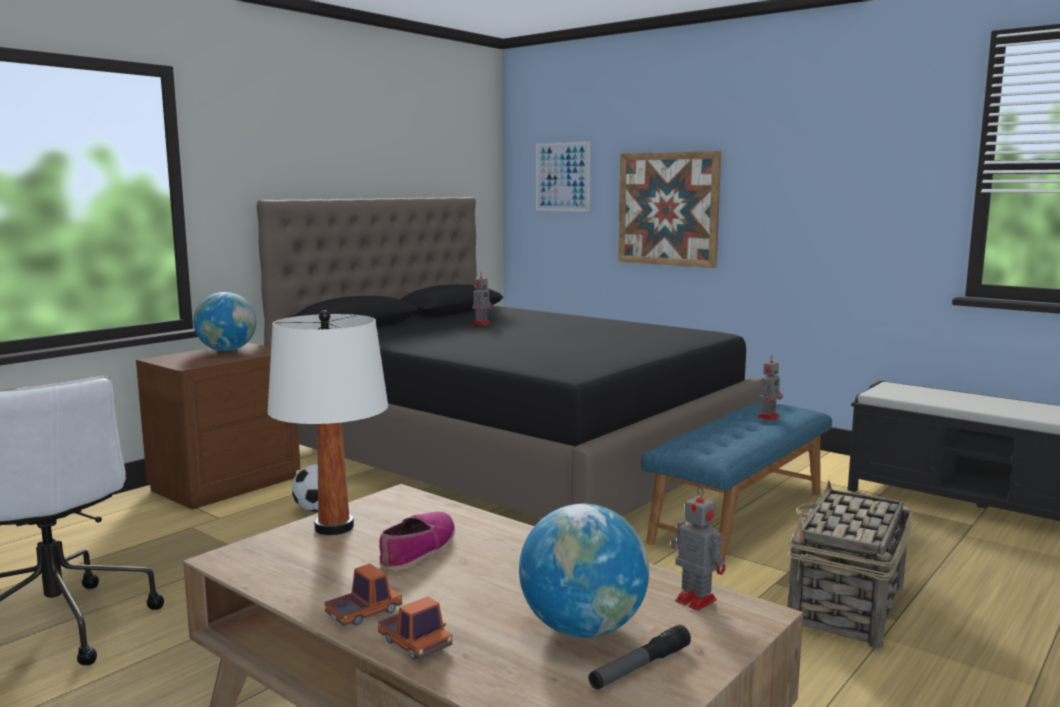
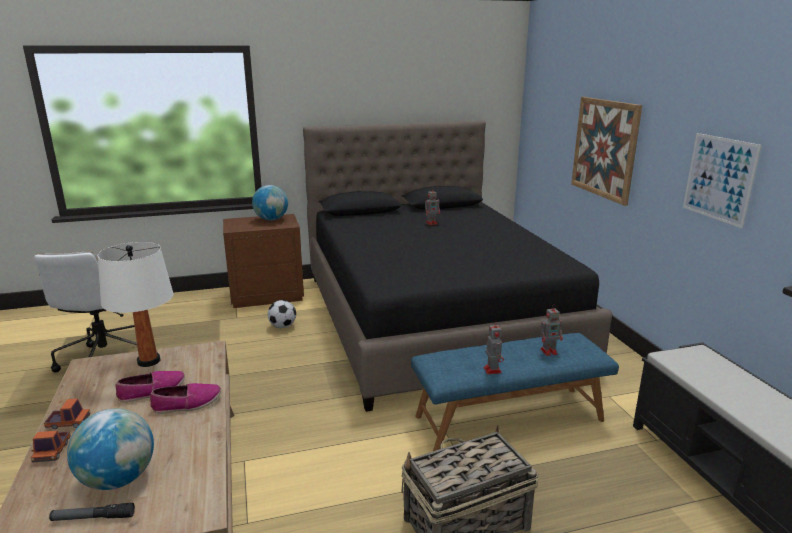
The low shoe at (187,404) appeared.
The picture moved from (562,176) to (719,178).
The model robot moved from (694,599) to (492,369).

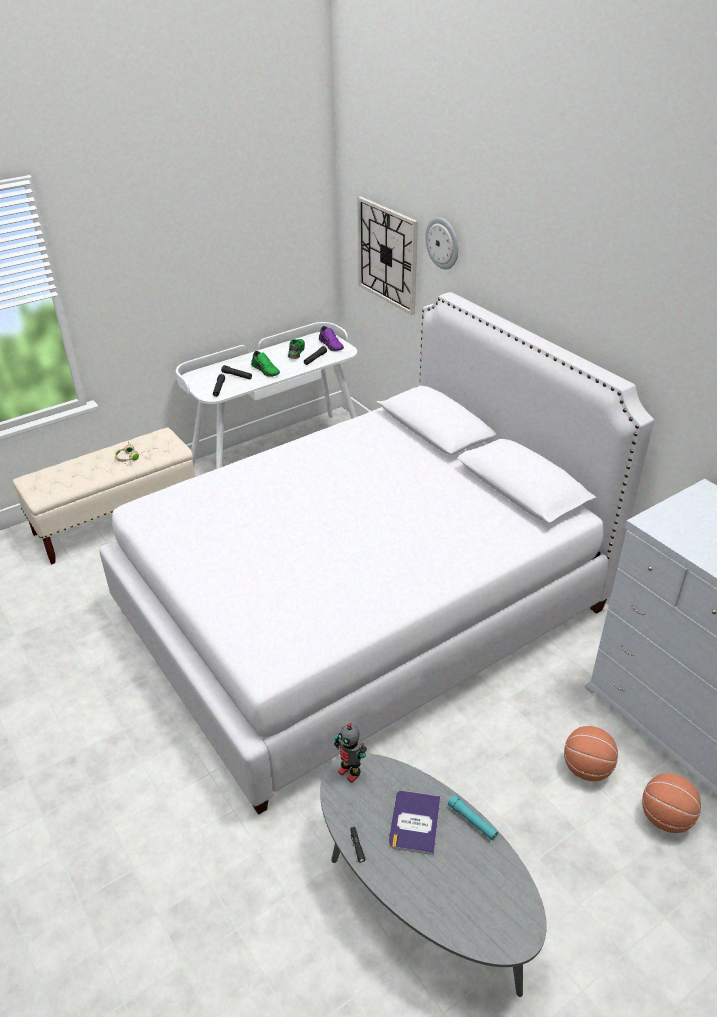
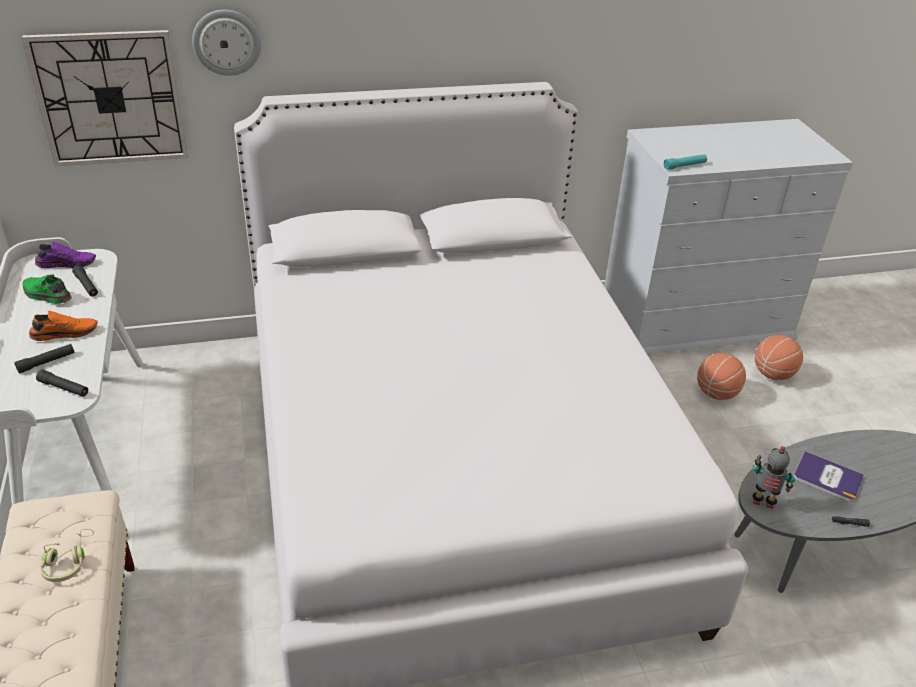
The torch (turquoise) moved from (472,821) to (684,166).
The low shoe (greenish) at (266,370) became the low shoe (orange) at (65,333).
The model robot at (350,772) turned 135 degrees counterclockwise.

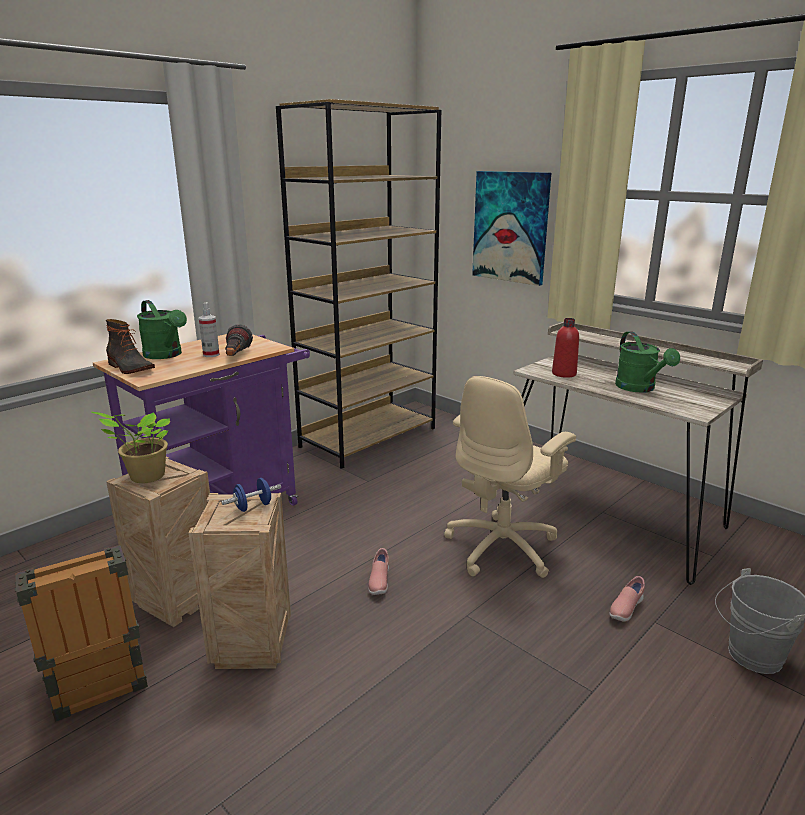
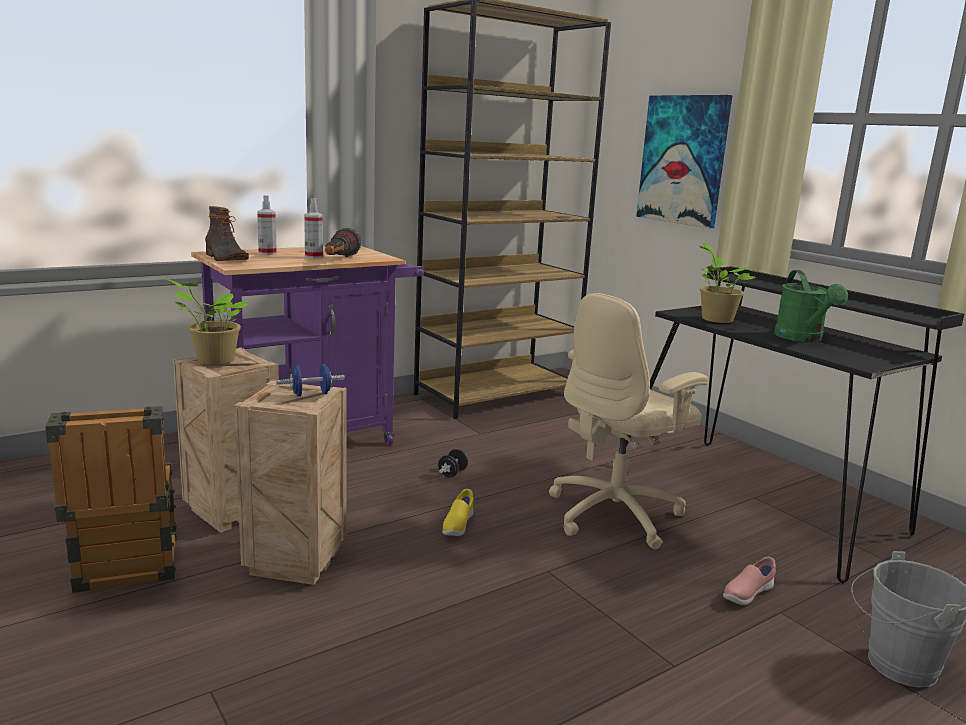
The hand weight (blackish) at (452,473) appeared.
The sprinkling can (greenish) at (166,355) was replaced by the sprayer at (267,253).
The bottle (red) at (564,374) was replaced by the plant in a pot at (715,319).
The low shoe (pinkish) at (379,582) became the low shoe (yellow-coloured) at (457,526).
The desk table (beige) at (608,512) became the desk table (blackish) at (761,498).

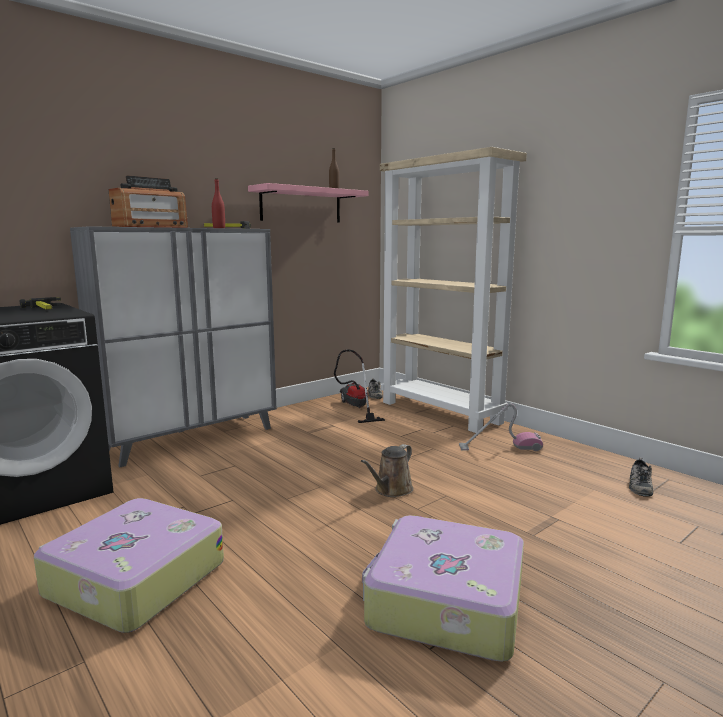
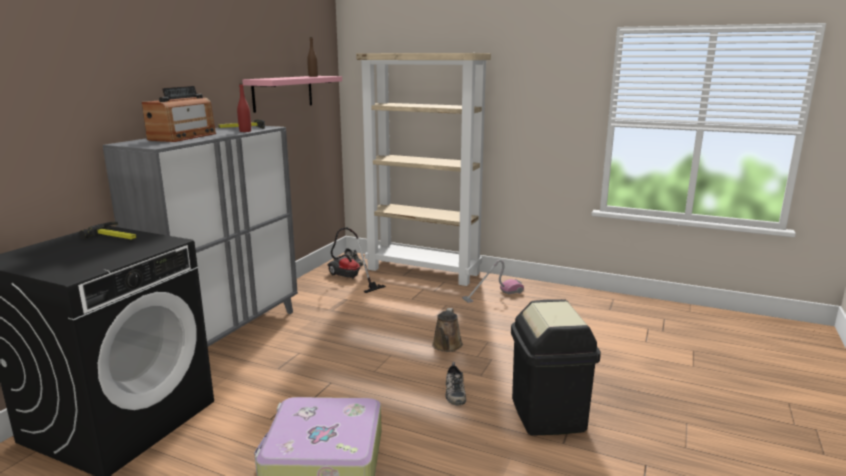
The low shoe moved from (639,485) to (454,392).
The suitcase at (444,602) was replaced by the trash can (blackish) at (548,414).

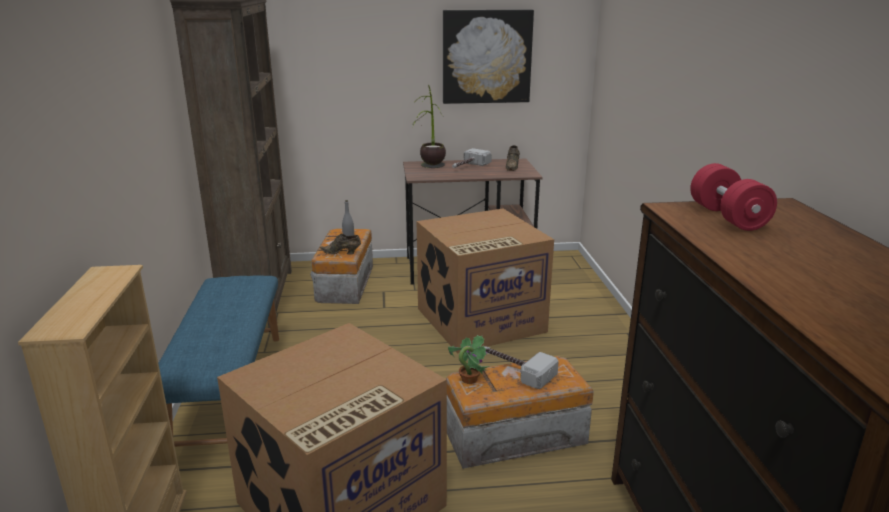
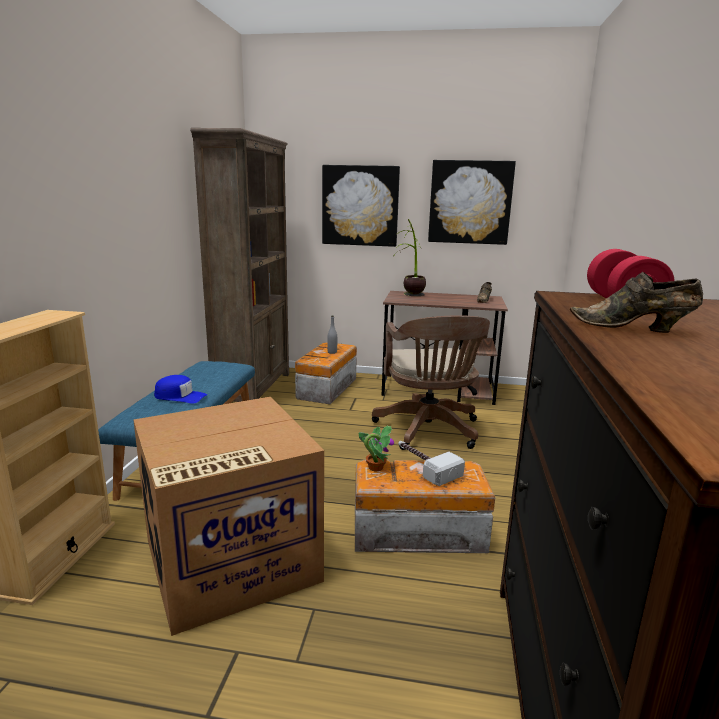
The tool hammer at (467,167) disappeared.
The cap (blue-coloured) at (180,396) appeared.
The picture at (360,206) appeared.
The low shoe (brown-coloured) moved from (342,253) to (634,328).
The cardboard box at (480,321) was replaced by the desk chair (brown-coloured) at (429,431).

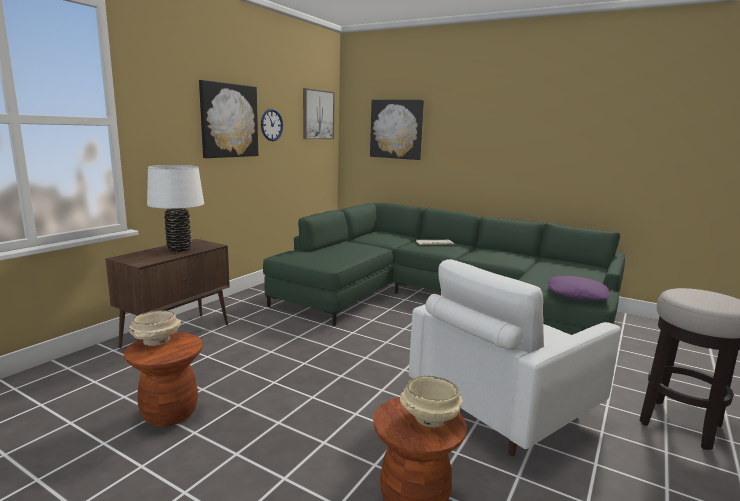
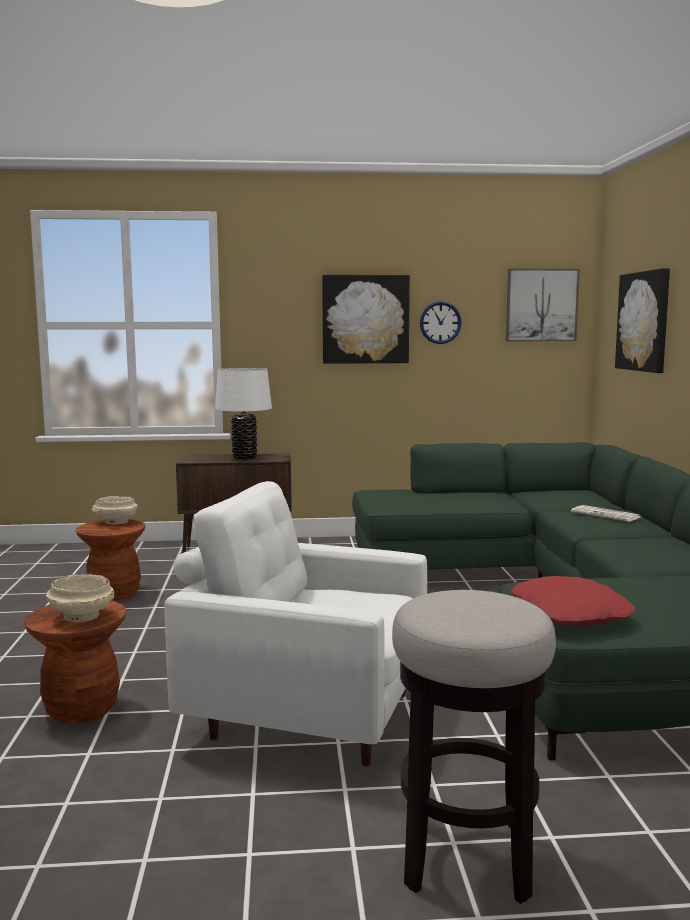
The cushion (purplish) at (577,294) became the cushion (red) at (571,613).

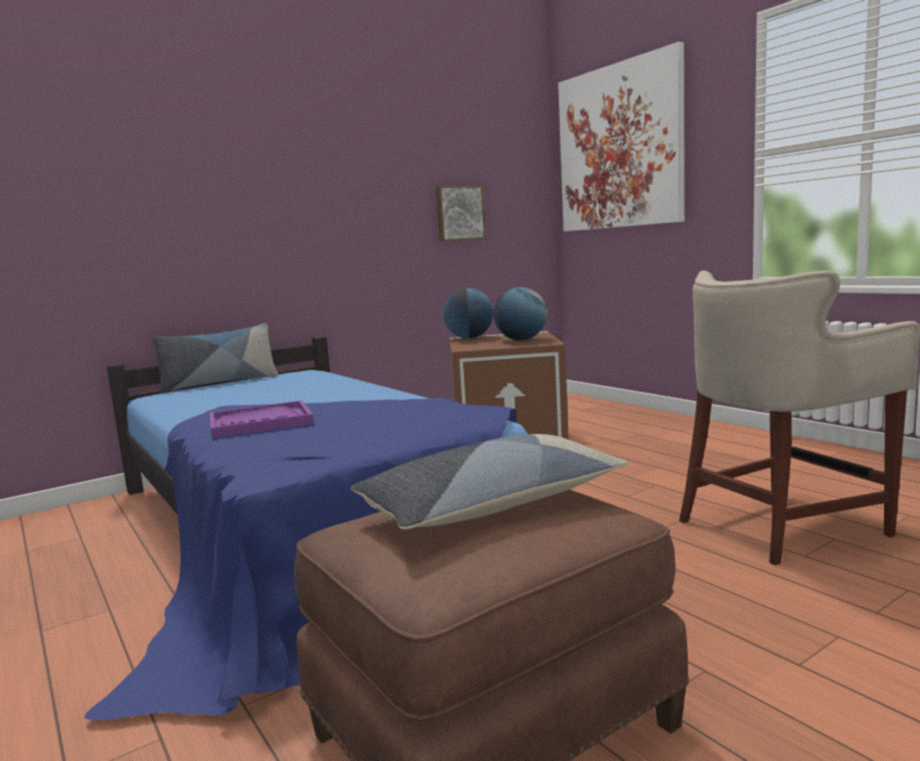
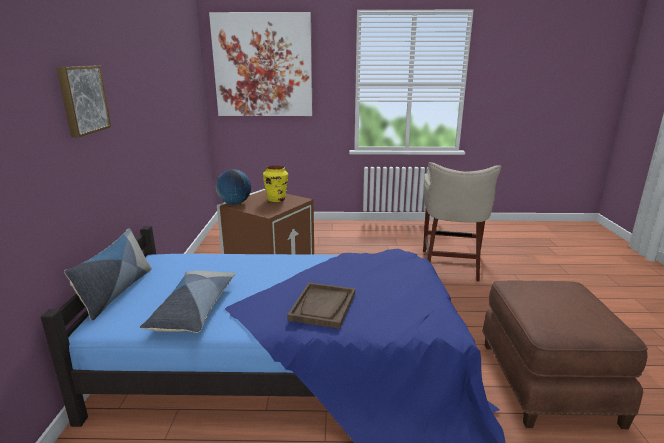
The cushion moved from (491,504) to (193,309).
The picture moved from (459,213) to (82,99).
The desk globe at (521,340) was replaced by the vase (yellow-coloured) at (276,199).
The serving tray (purplish) at (260,422) became the serving tray (brown-coloured) at (323,306).

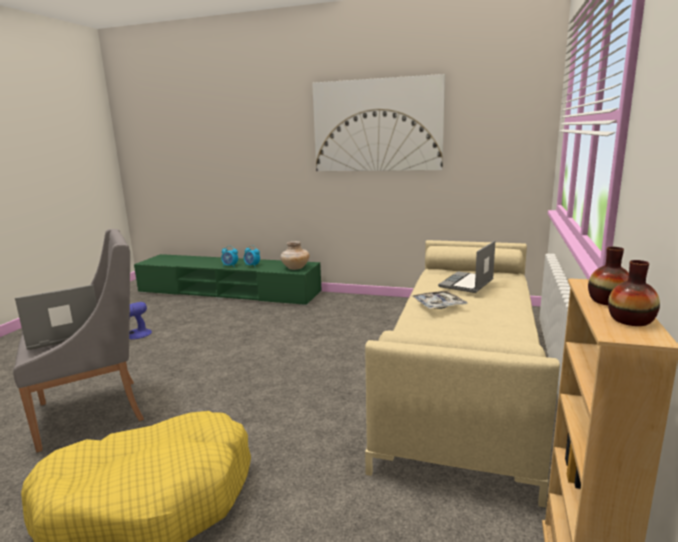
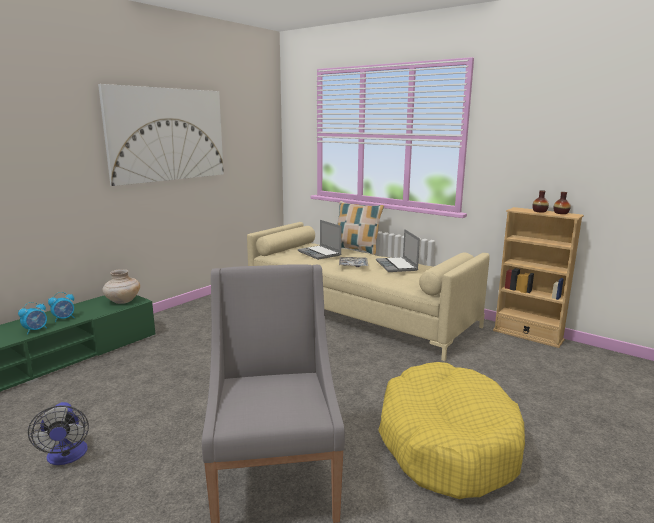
The cushion at (356,249) appeared.
The notebook computer moved from (63,335) to (397,266).

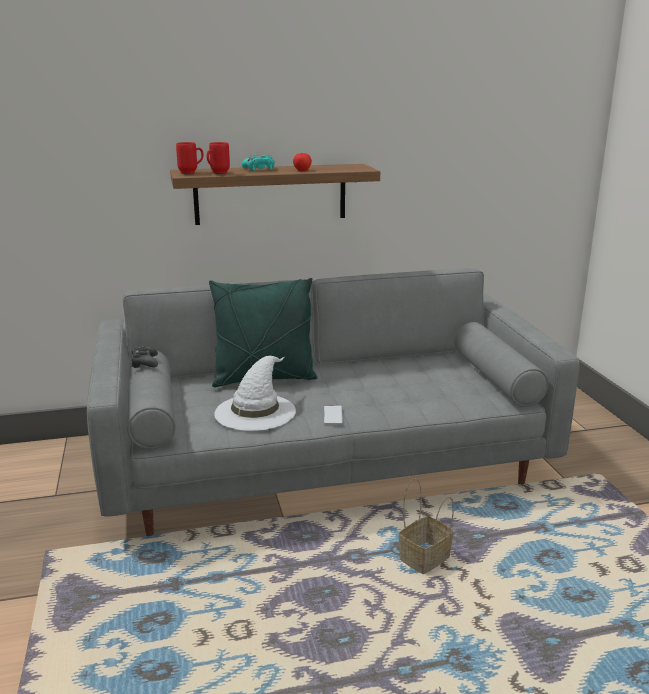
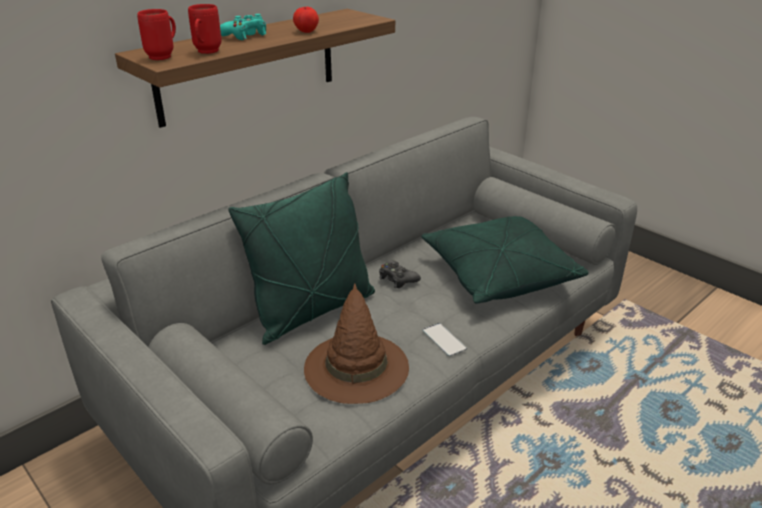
The basket at (424,560) disappeared.
The cushion (greenish) at (498,275) appeared.
The gamepad (blackish) moved from (144,363) to (397,279).
The clothing hat (whitish) at (255,411) became the clothing hat (brown-coloured) at (356,365).

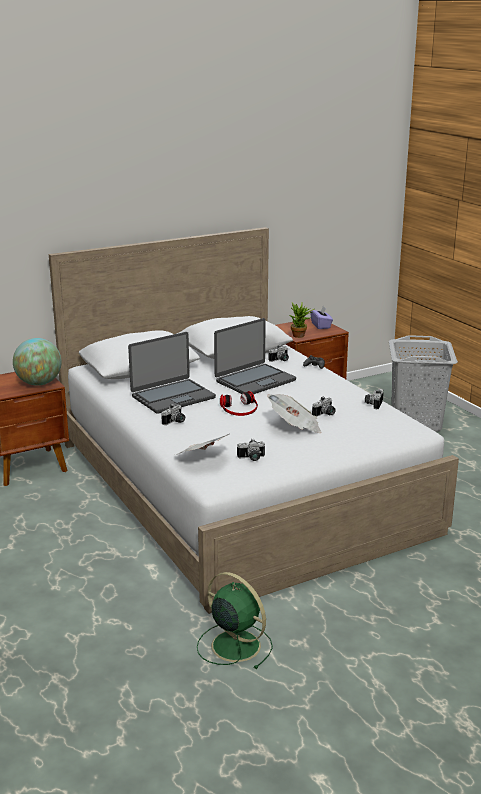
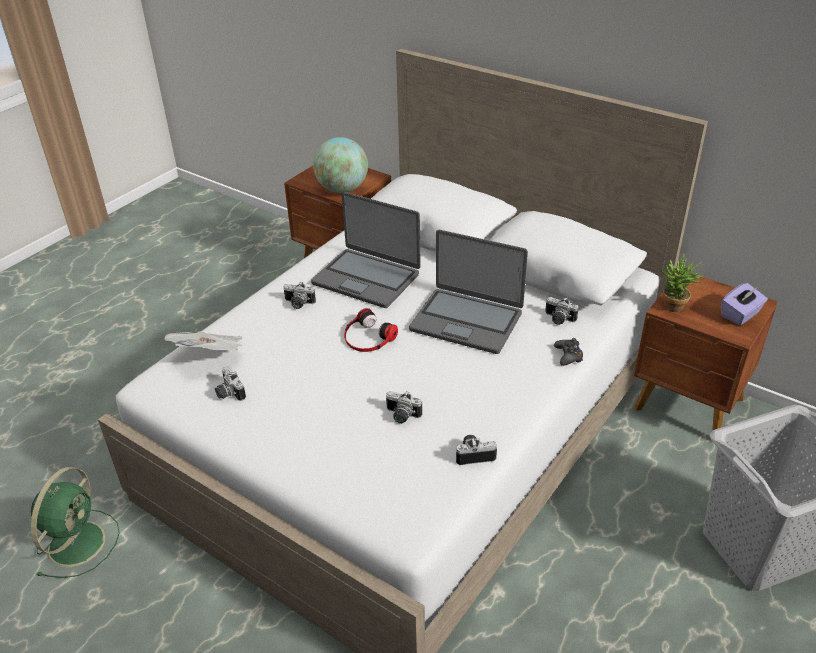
The daily paper at (295,427) disappeared.

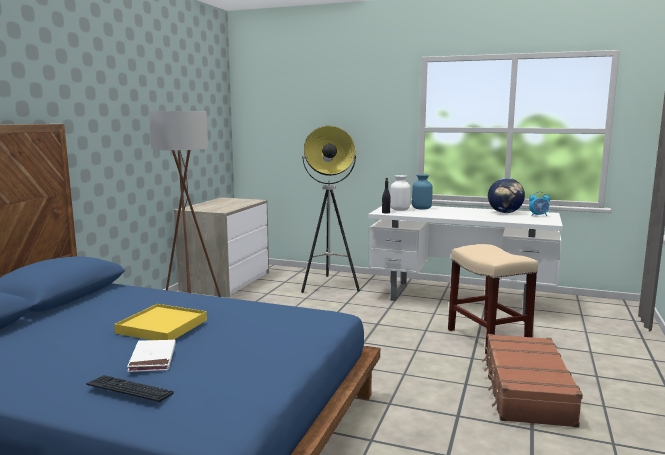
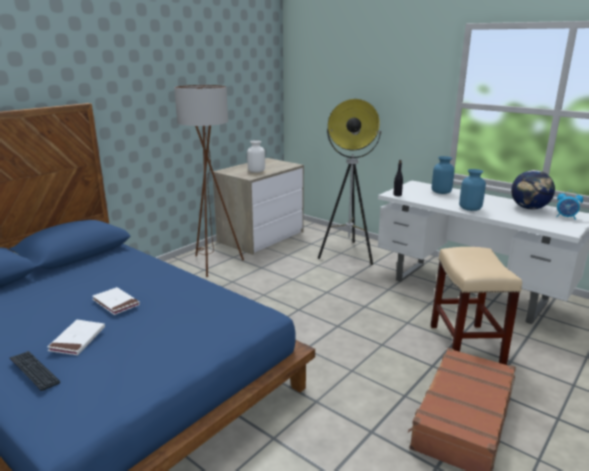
The vase (blue-coloured) at (470,208) appeared.
The vase (whitish) moved from (399,209) to (256,171).
The serving tray (yellow-coloured) at (162,326) was replaced by the bound book (whitish) at (116,303).

